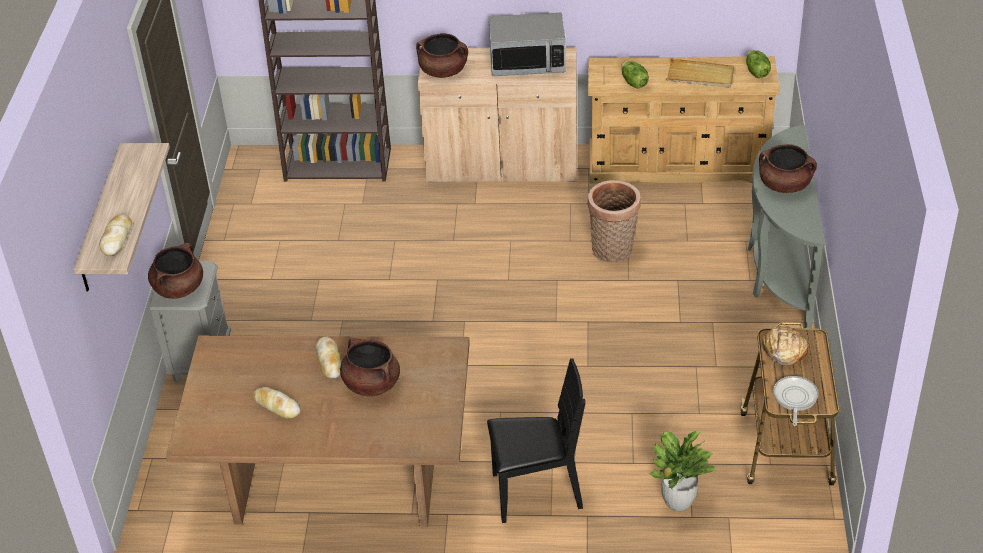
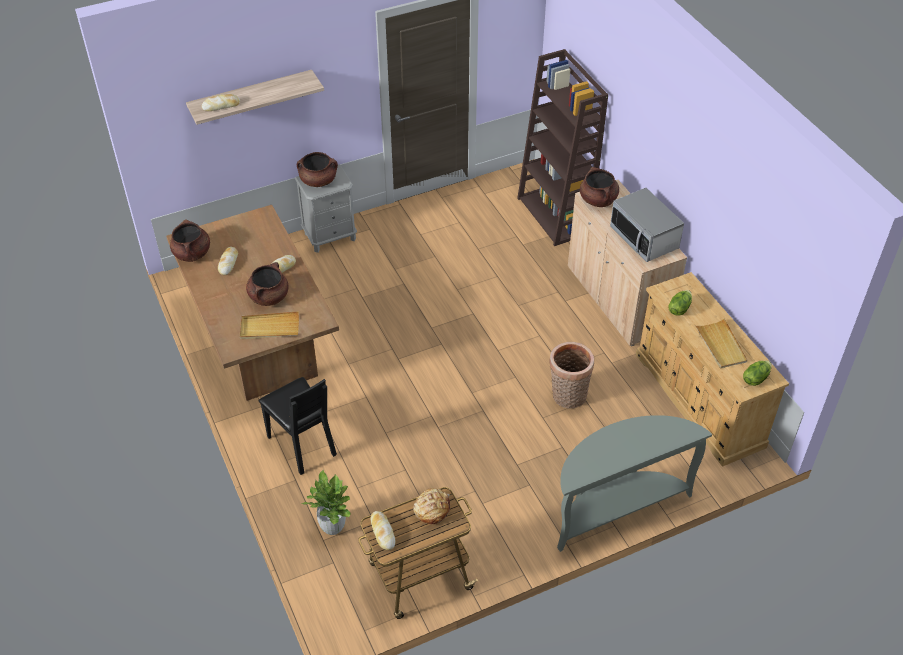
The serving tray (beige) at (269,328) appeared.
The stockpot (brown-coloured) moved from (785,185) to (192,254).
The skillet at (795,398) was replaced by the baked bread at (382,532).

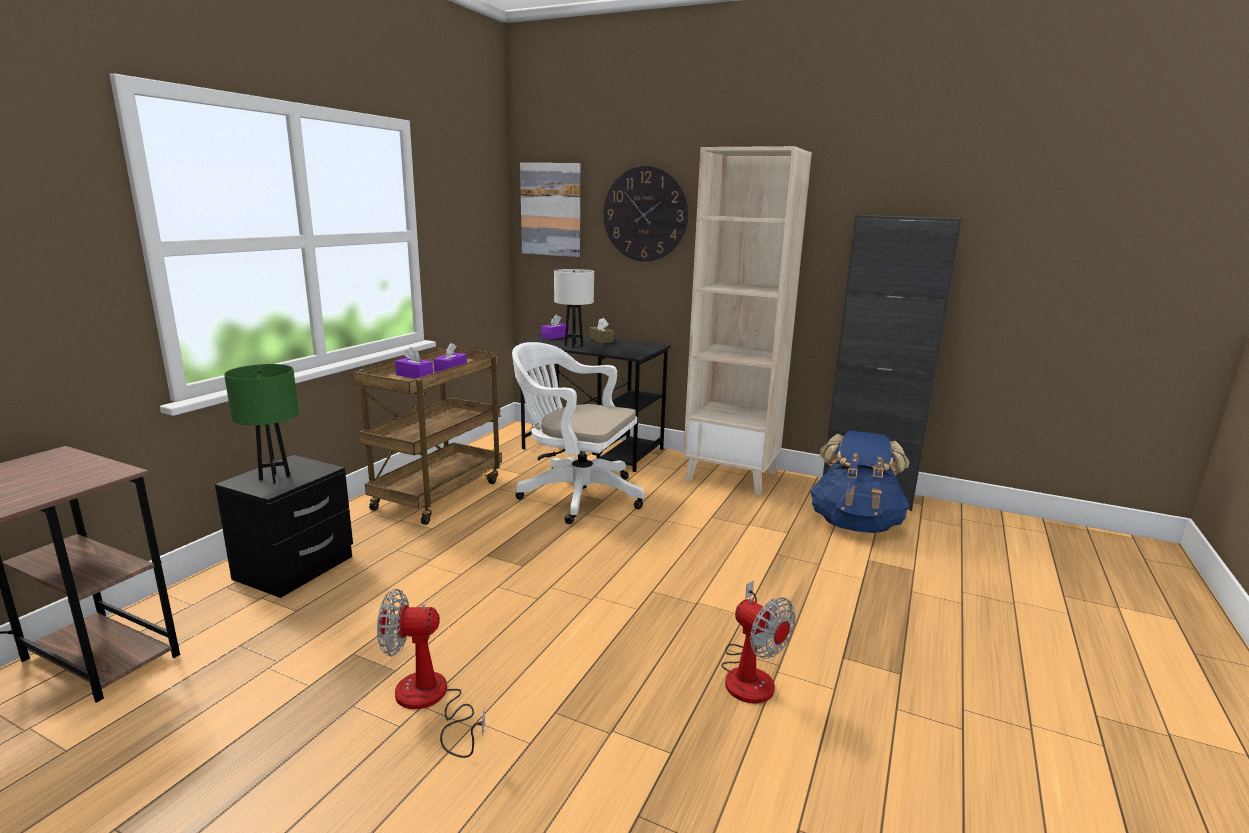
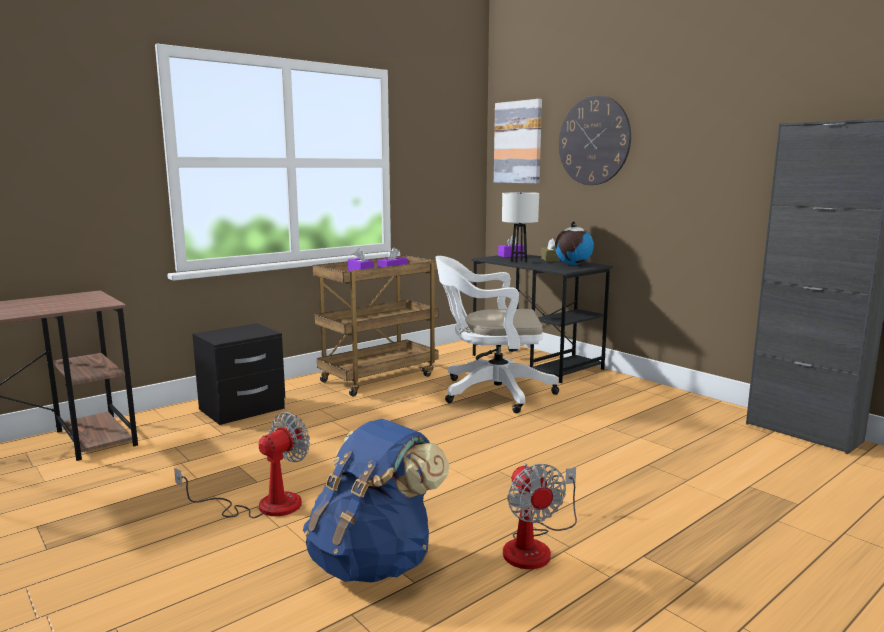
The tabletop lamp (greenish) at (274,478) disappeared.
The bookshelf (beige) at (732,476) disappeared.
The desk globe at (572,264) appeared.
The knapsack (blue-coloured) moved from (855,524) to (374,561).
The cooling fan at (430,702) turned 105 degrees clockwise.
The desk chair (whitish) at (575,494) turned 45 degrees counterclockwise.

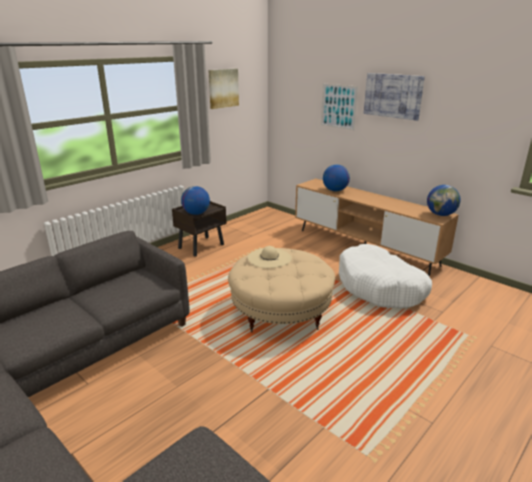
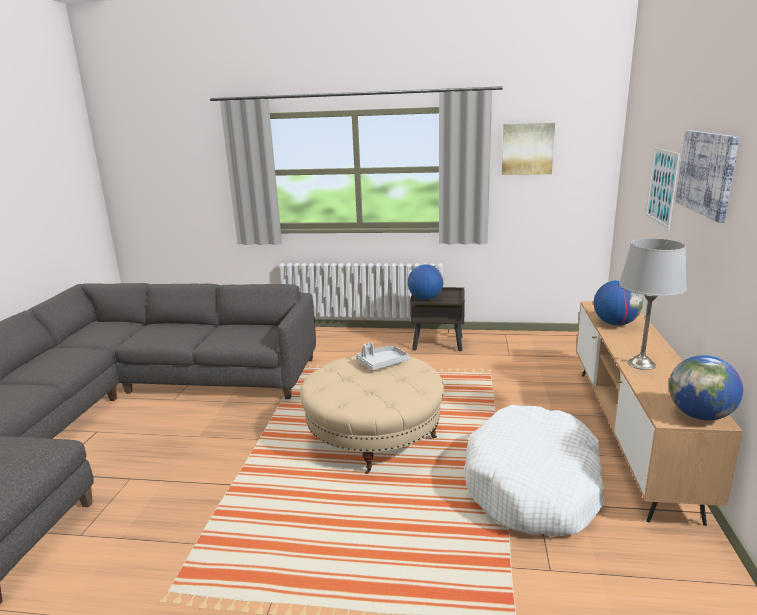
The tabletop lamp (greyish) at (641,364) appeared.
The clothing hat (beige) at (269,258) was replaced by the serving tray (greyish) at (382,363).

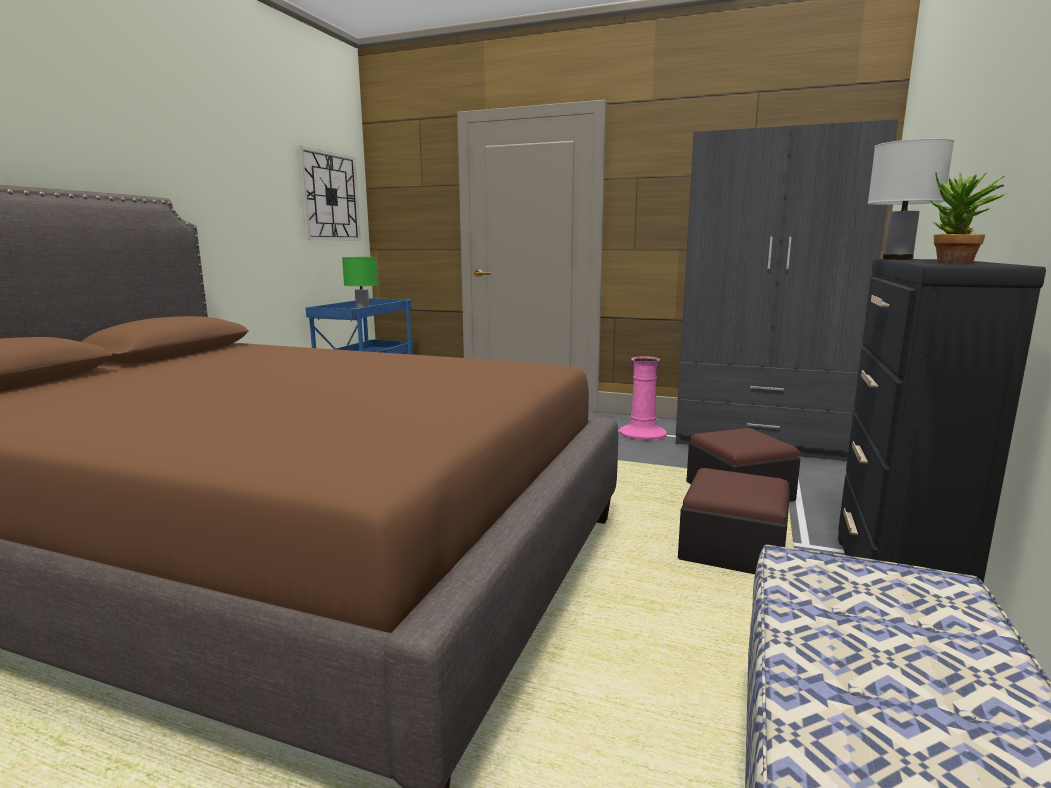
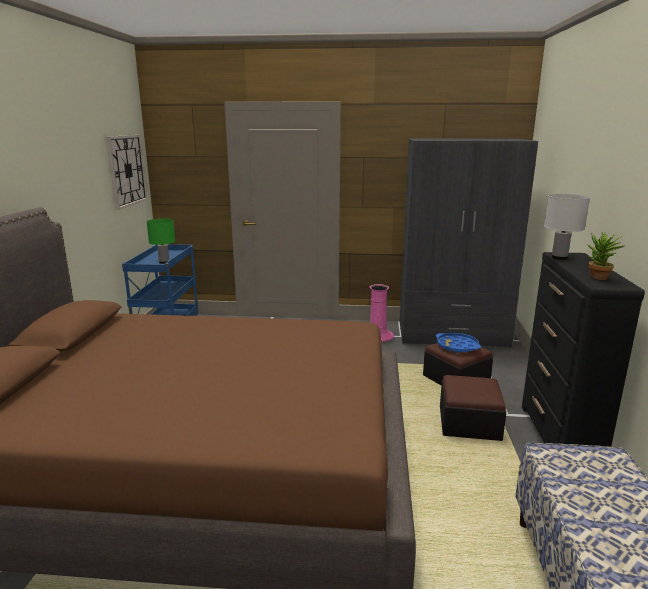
The serving tray (blue-coloured) at (457,346) appeared.

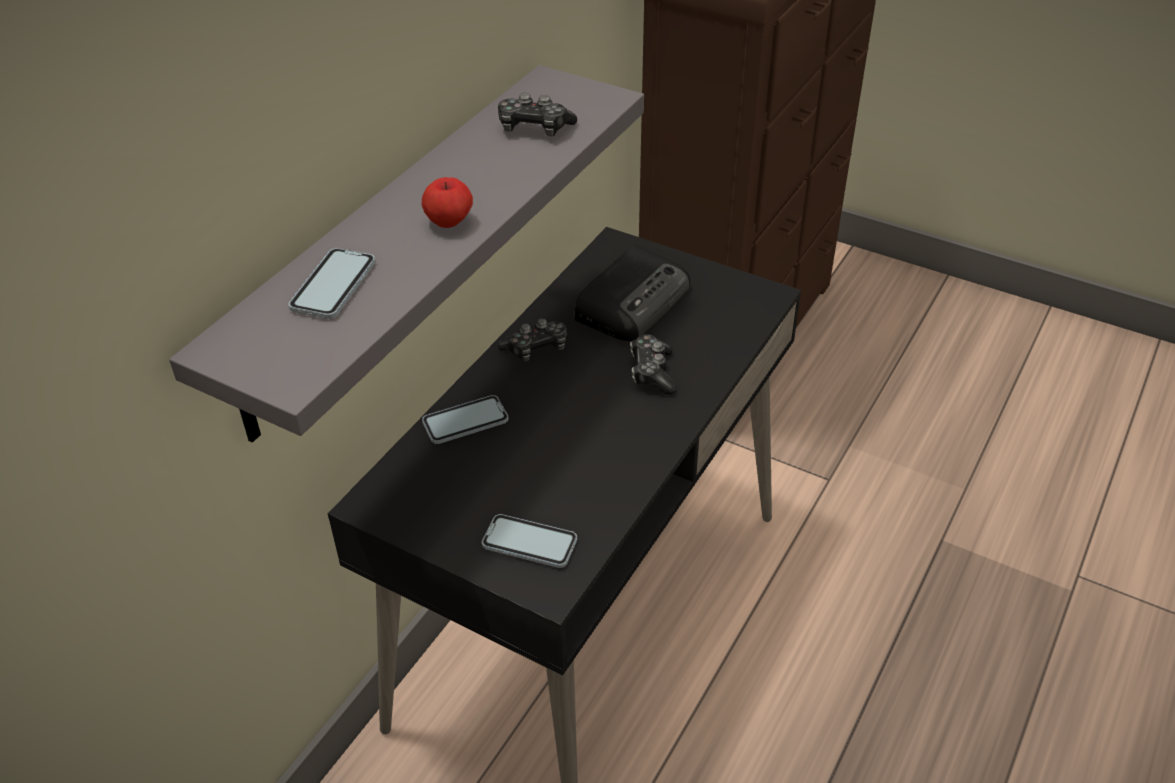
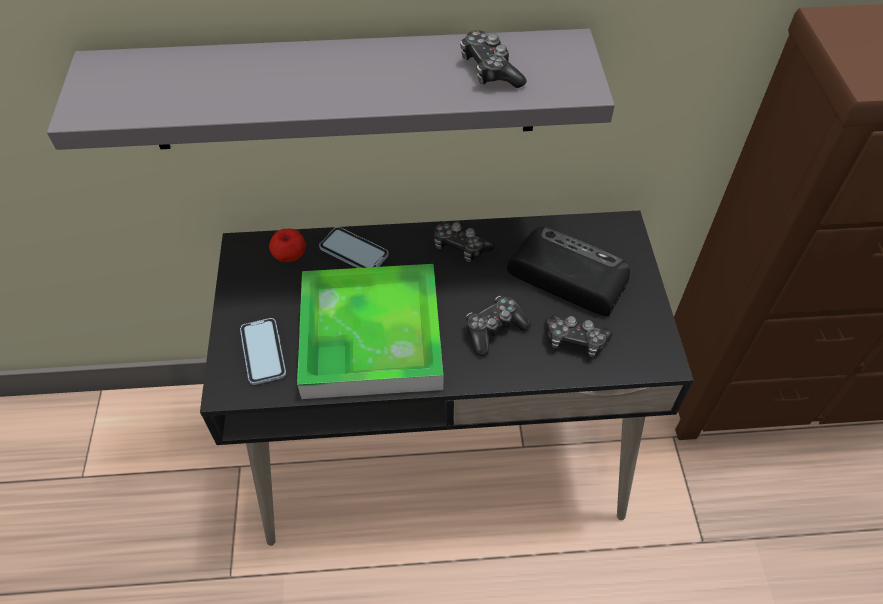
The telephone at (333,286) disappeared.
The serving tray at (371,336) appeared.
The gamepad at (575,341) appeared.
The whole apple moved from (449,222) to (289,256).
The radio at (634,301) turned 150 degrees counterclockwise.

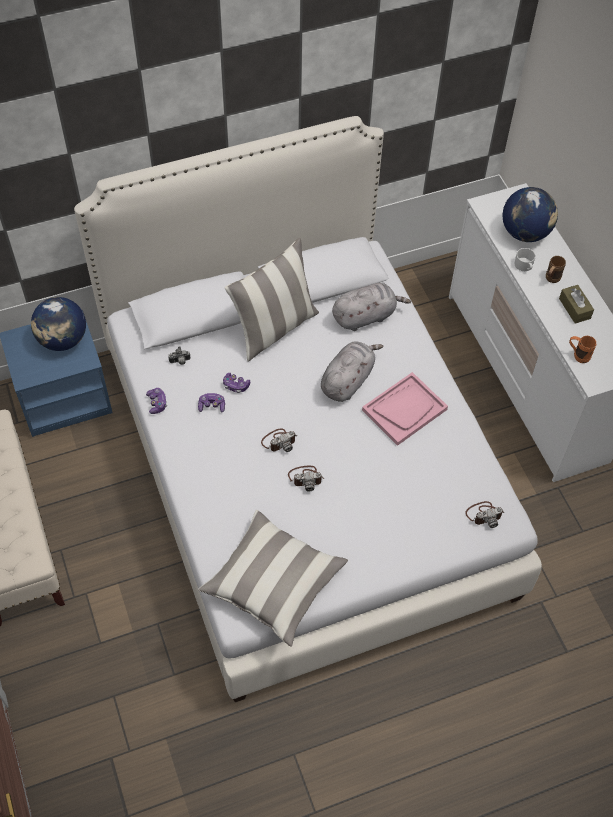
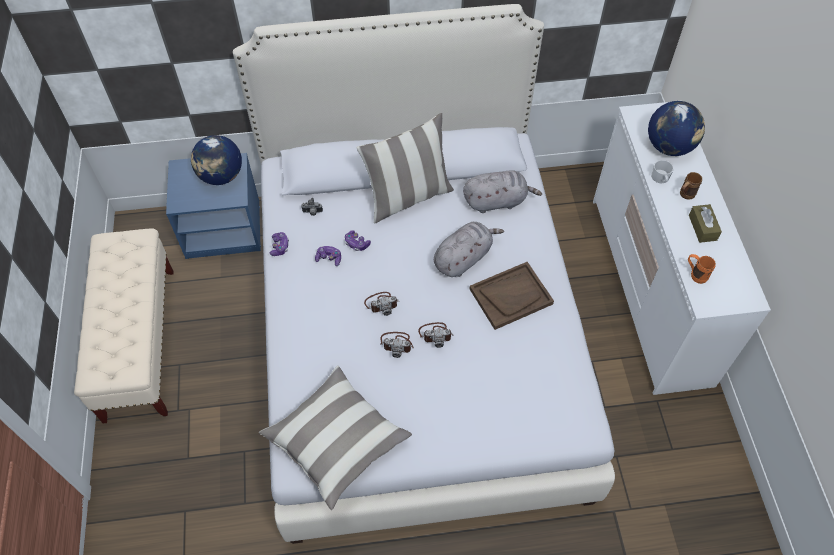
The photo camera moved from (484,514) to (436,334).
The serving tray (pinkish) at (404,409) became the serving tray (brown-coloured) at (511,296).

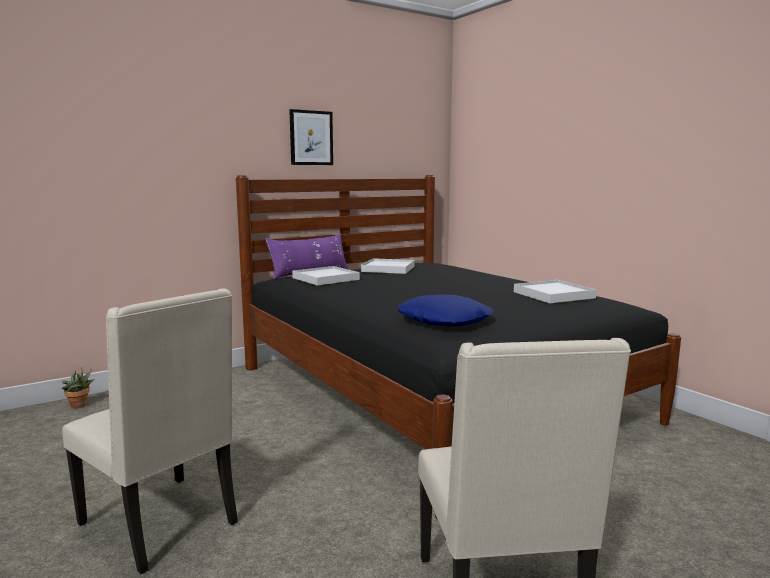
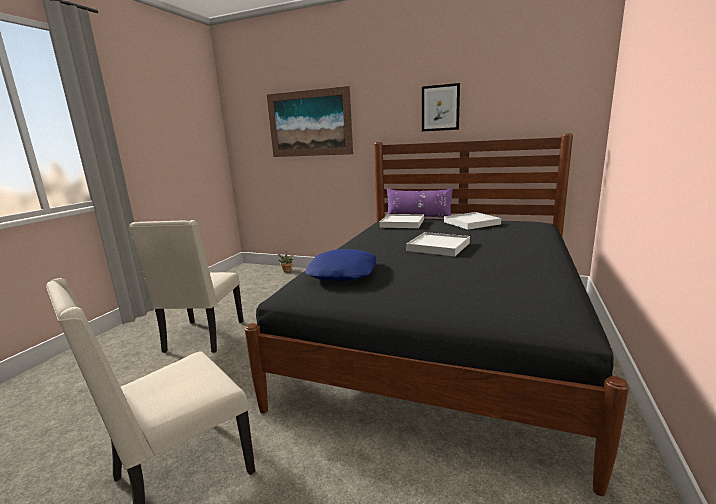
The picture at (309,123) appeared.
The serving tray (whitish) moved from (554,295) to (438,247).

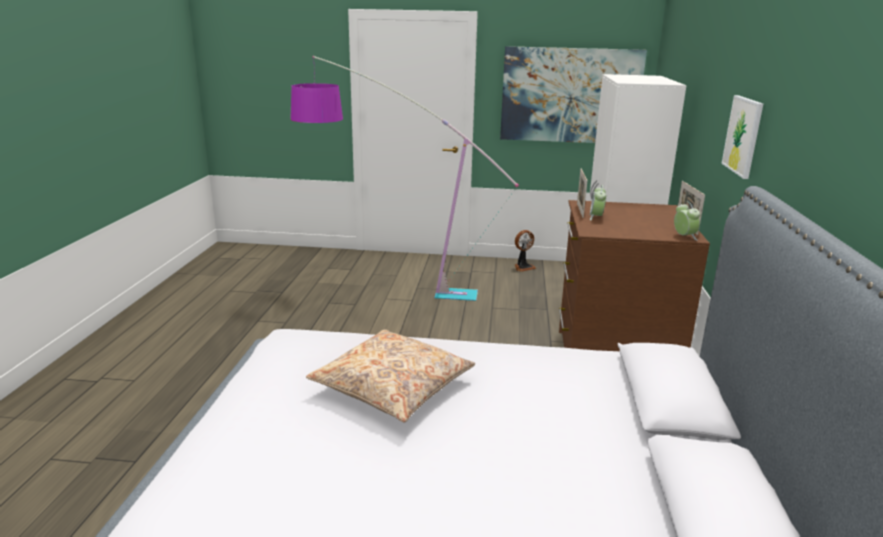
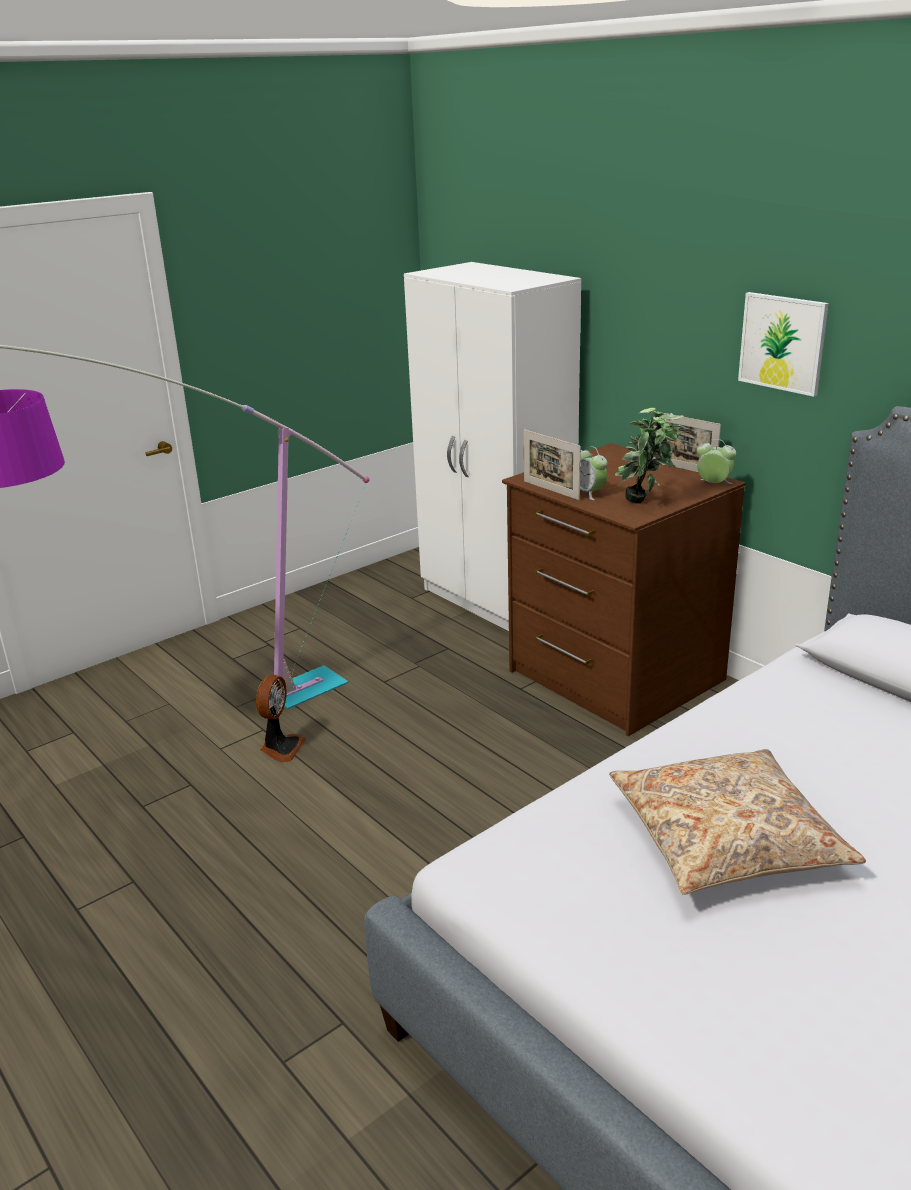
The picture at (570,95) disappeared.
The plant in a pot at (647,503) appeared.
The cooling fan moved from (523,267) to (281,747).

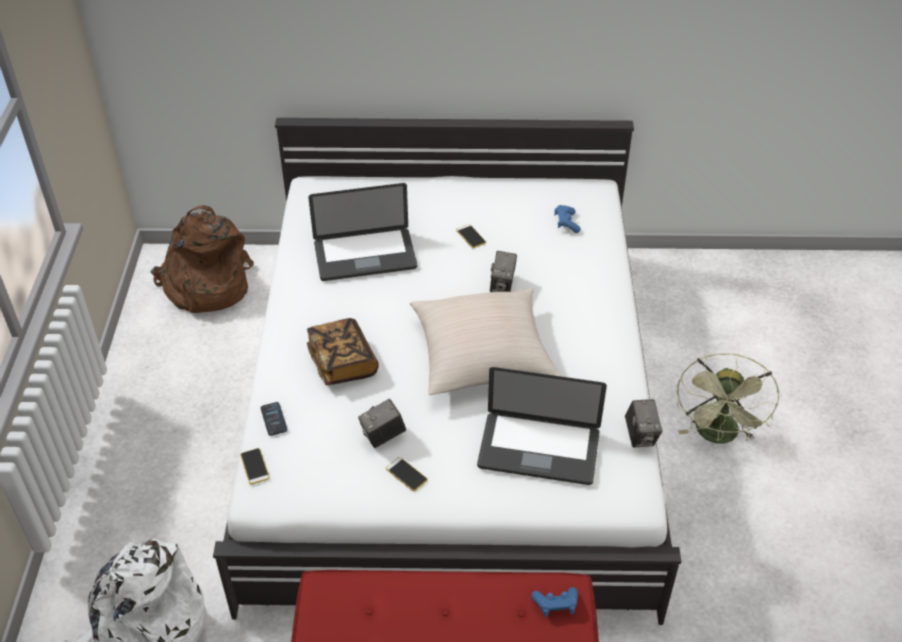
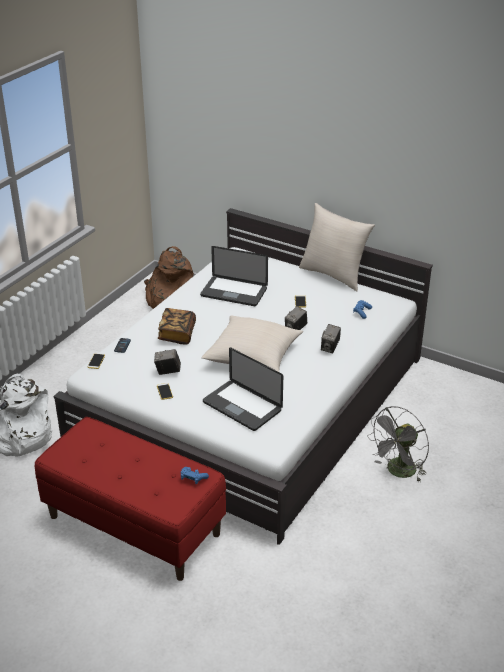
The cushion (beige) at (333,275) appeared.
The photo camera moved from (640,435) to (330,347).
The cooling fan (greenish) at (718,436) became the cooling fan (greyish) at (398,472).

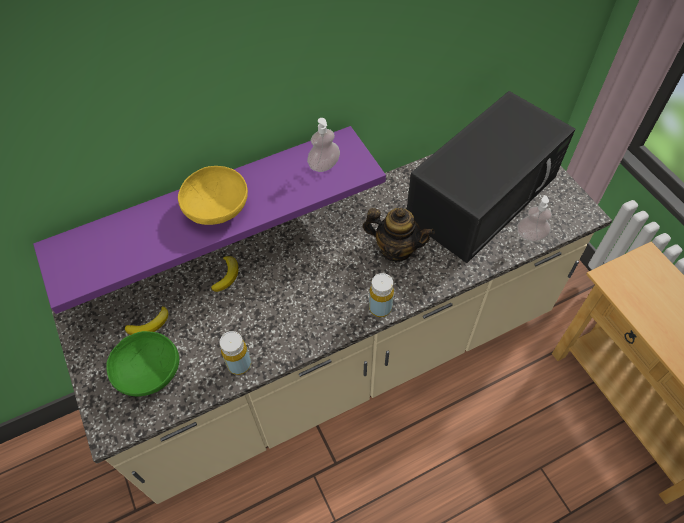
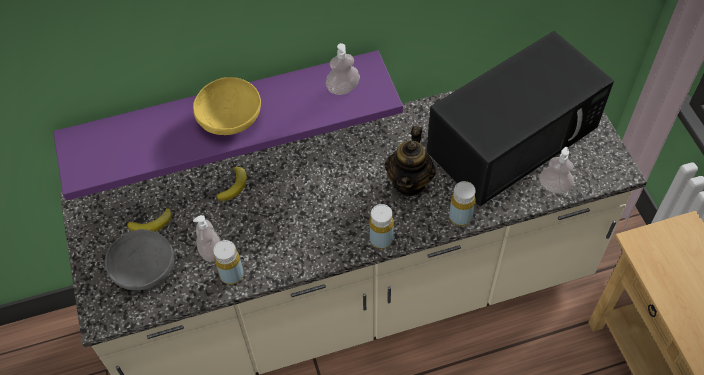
The soap bottle at (211,250) appeared.
The bottle (yellow-coloured) at (460,217) appeared.
The bowl (greenish) at (149,373) became the bowl (greyish) at (144,271).
The teapot at (396,249) turned 75 degrees clockwise.

